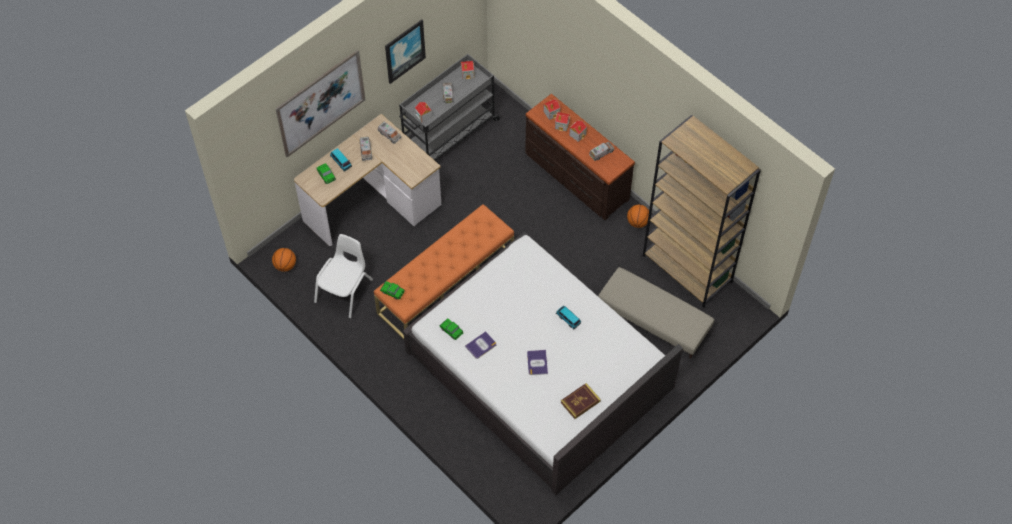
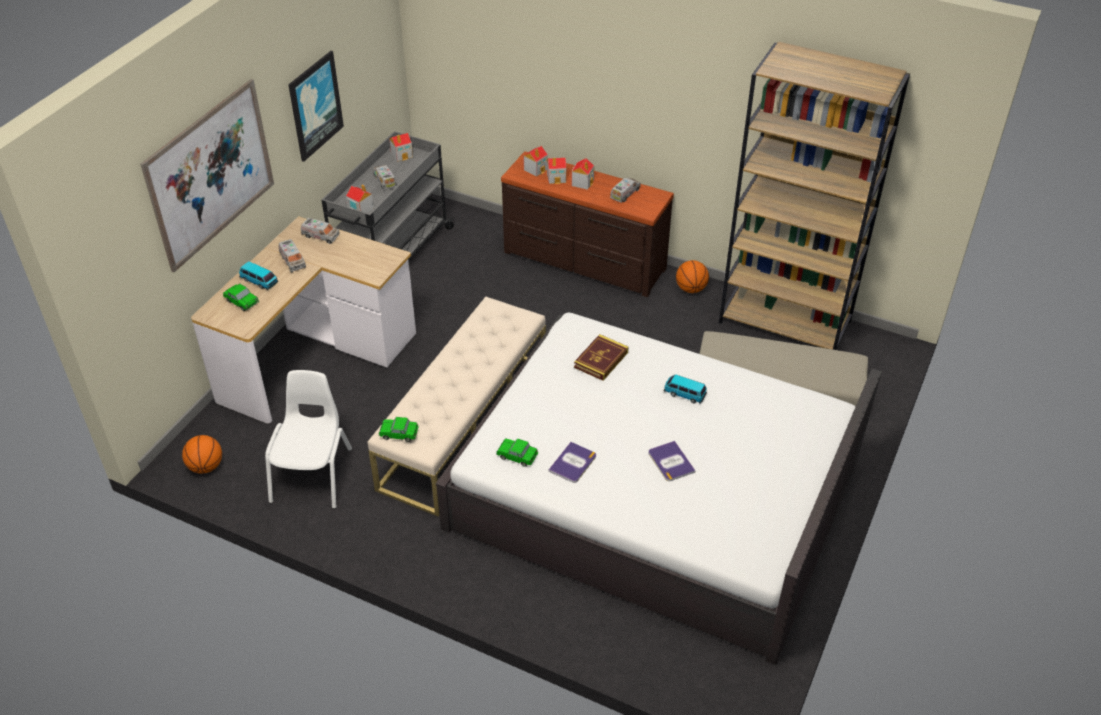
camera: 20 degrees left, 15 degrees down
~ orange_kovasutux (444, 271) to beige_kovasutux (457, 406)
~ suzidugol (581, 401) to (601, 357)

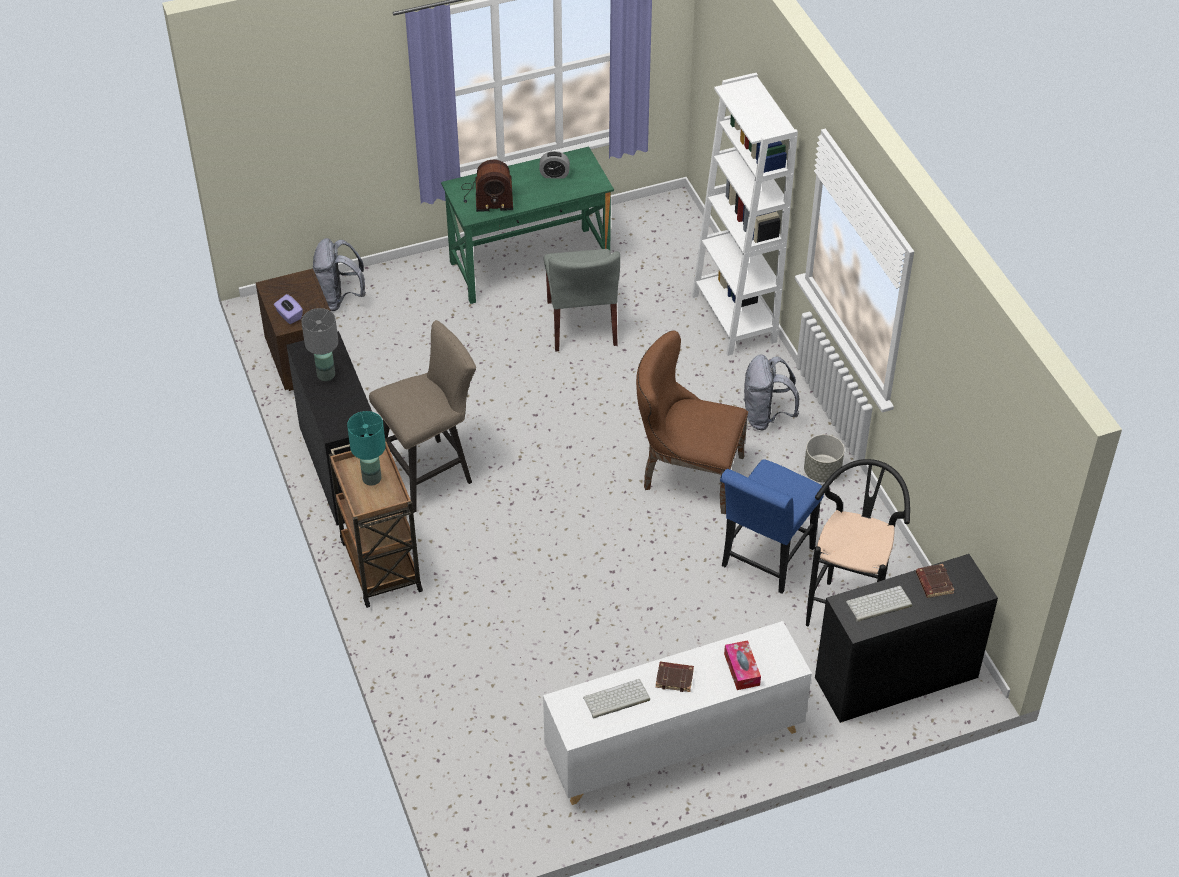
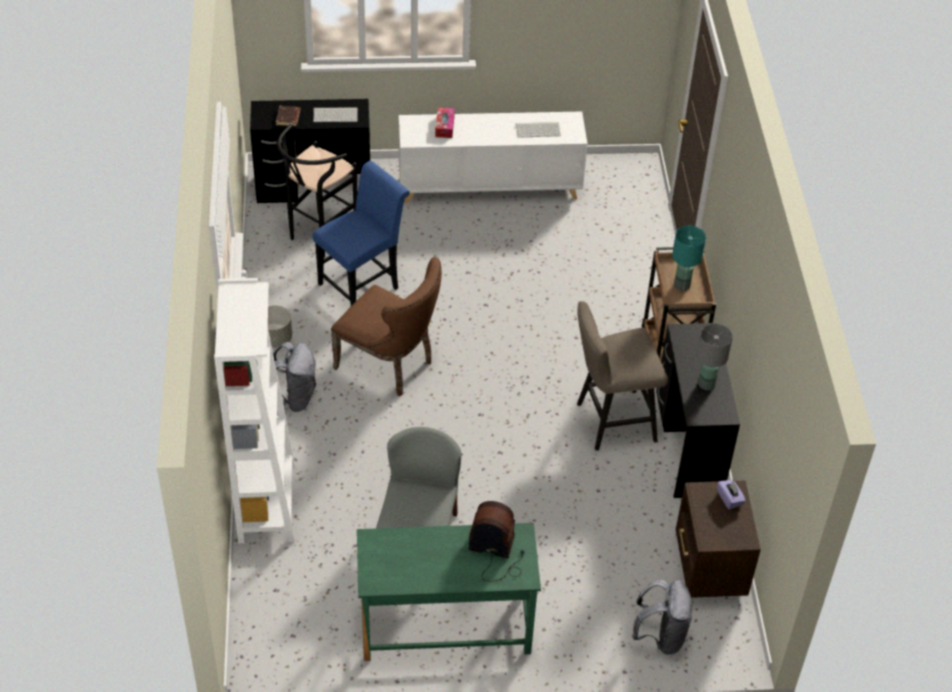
camera: 165 degrees left, 0 degrees up
- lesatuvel (554, 165)
- brown_suzidugol (674, 677)

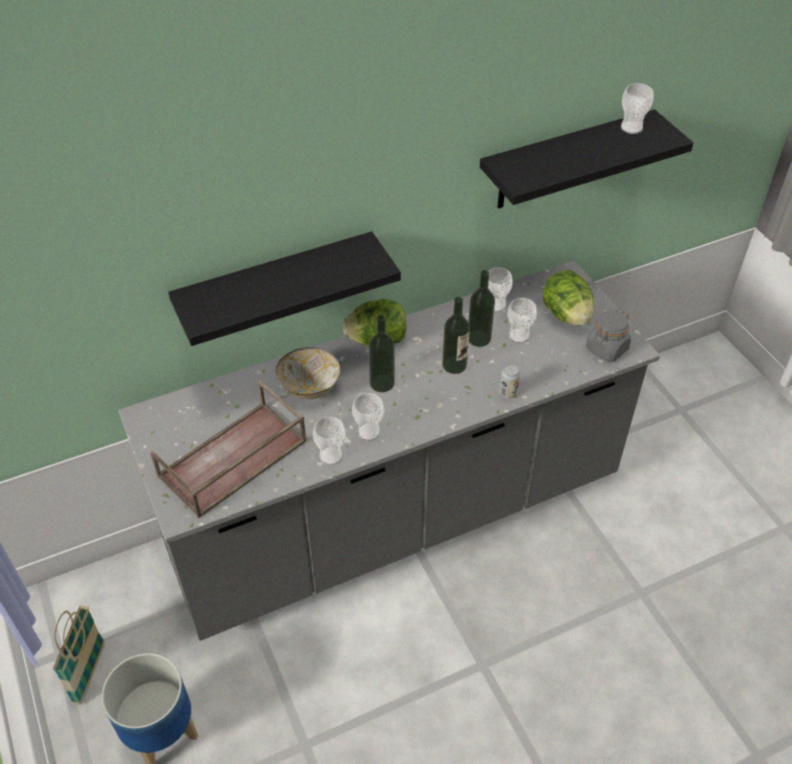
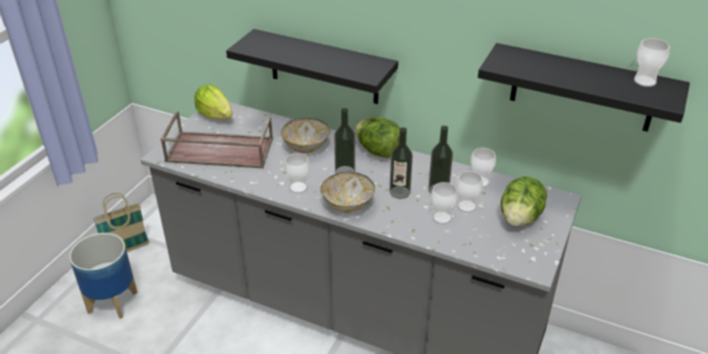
camera: 50 degrees right, 10 degrees down
+ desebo (213, 102)
+ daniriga (347, 192)
~ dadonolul (329, 441) to (444, 203)
- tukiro (509, 381)
- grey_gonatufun (608, 336)

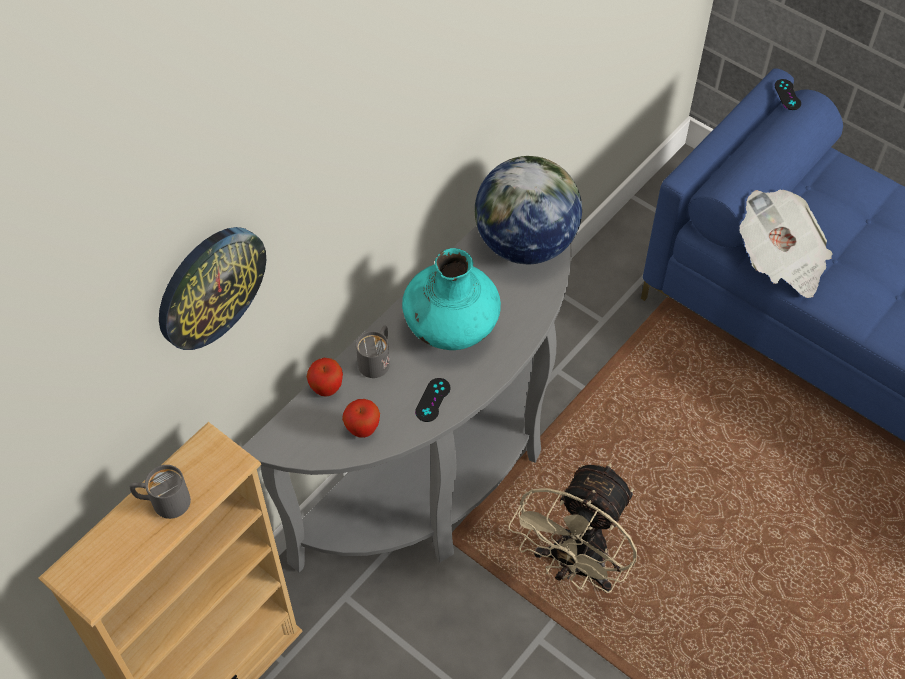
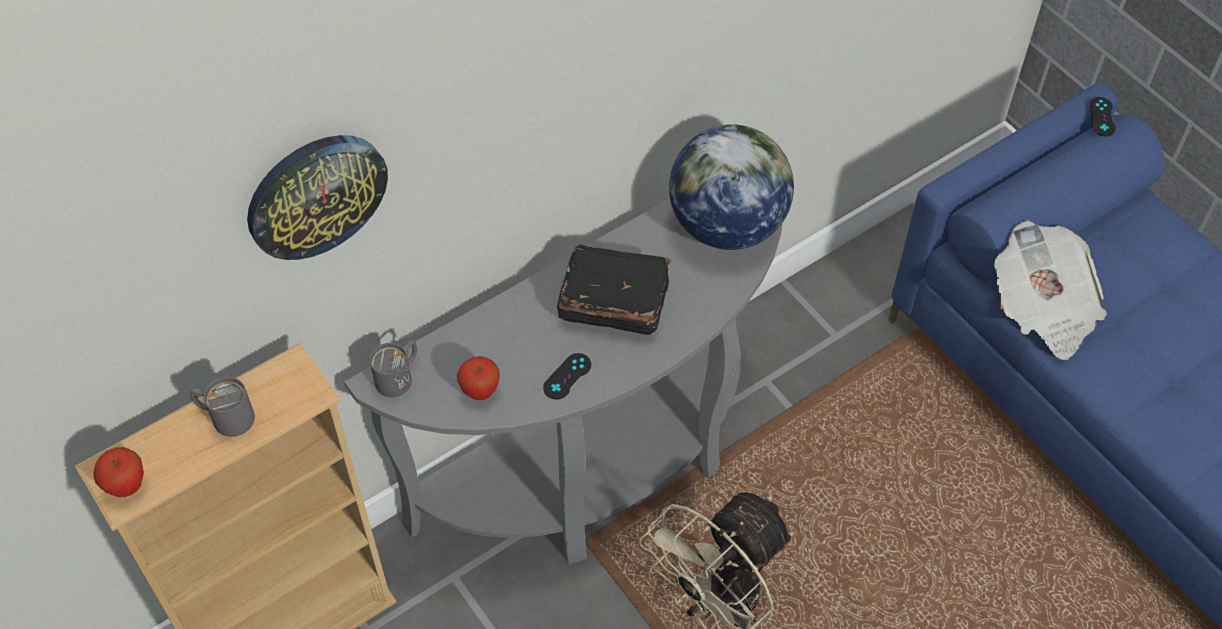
camera: 15 degrees right, 0 degrees up
~ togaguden (325, 377) to (118, 472)
~ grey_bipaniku (373, 351) to (393, 368)
~ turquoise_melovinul (451, 299) to black_suzidugol (614, 289)

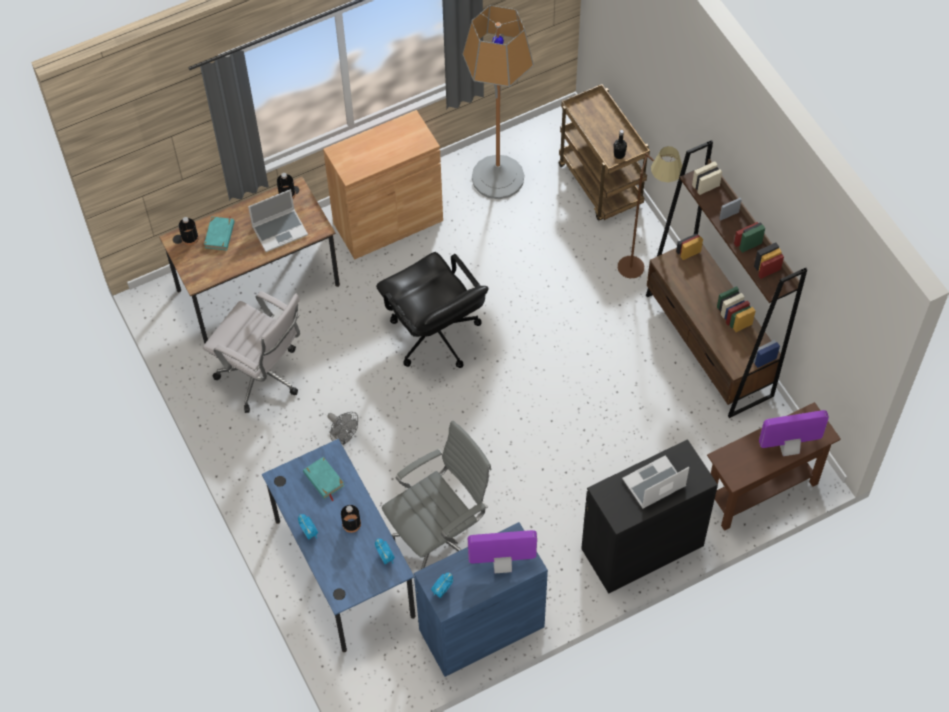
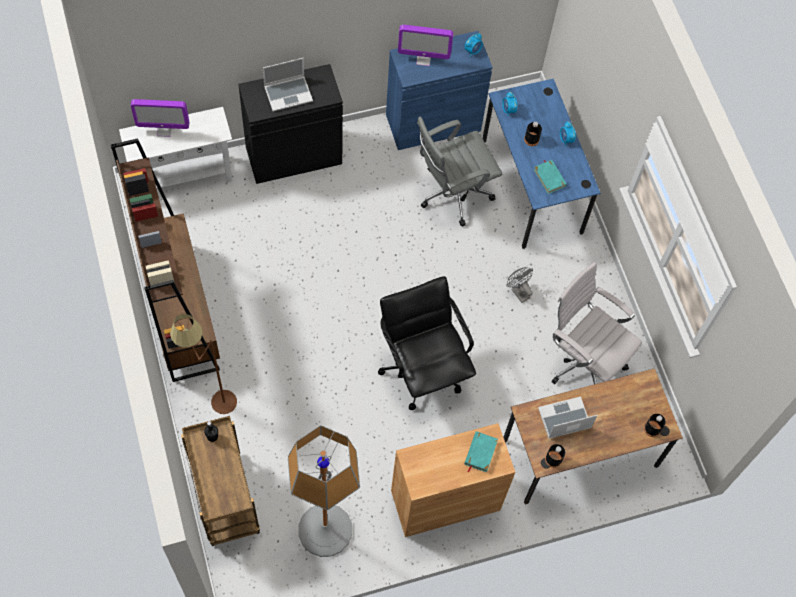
camera: 175 degrees left, 5 degrees up
~ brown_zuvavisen (774, 466) to white_zuvavisen (176, 148)
~ turquoise_suzidugol (219, 233) to (481, 452)

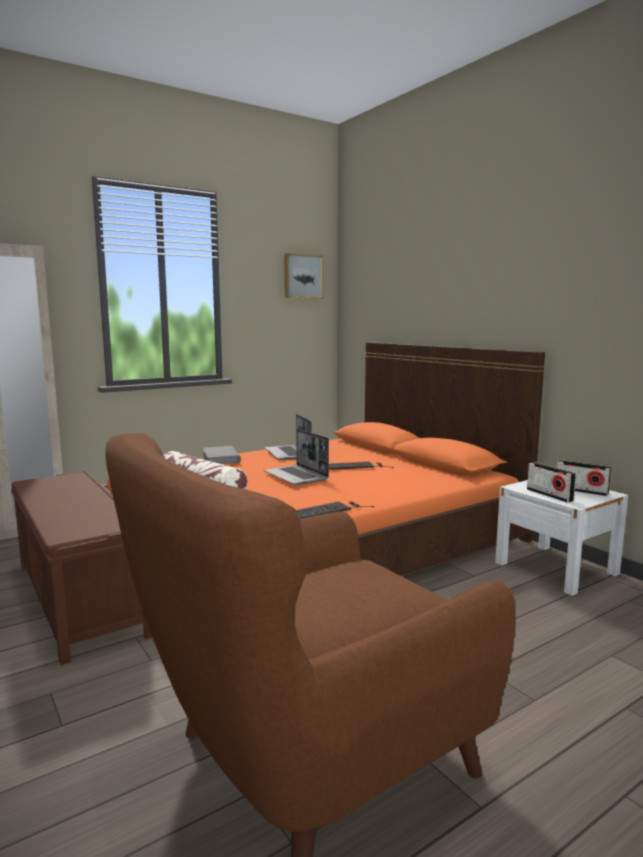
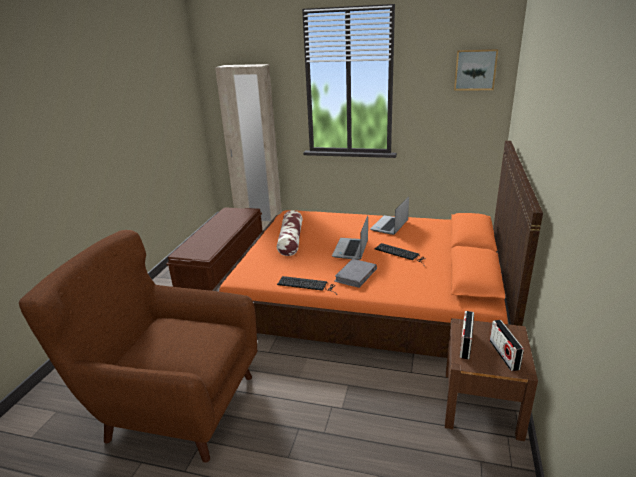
camera: 50 degrees right, 15 degrees up
~ grey_suzidugol (221, 455) to (355, 273)
~ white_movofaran (561, 538) to brown_movofaran (491, 379)

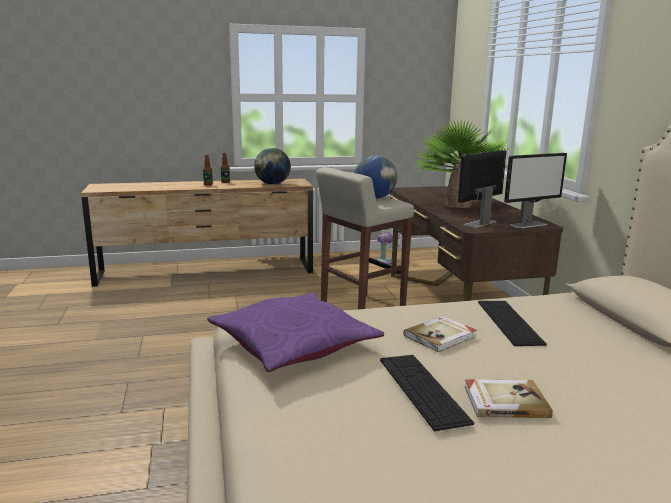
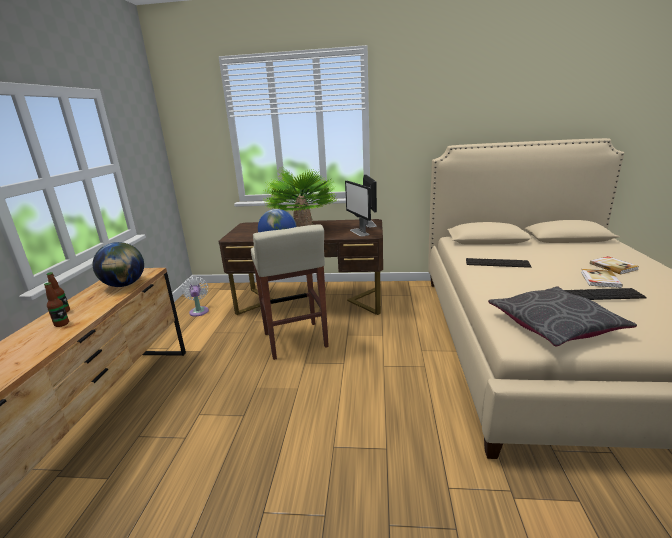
camera: 70 degrees left, 5 degrees up
~ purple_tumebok (295, 332) to grey_tumebok (562, 316)
~ suzidugol (440, 334) to (614, 265)

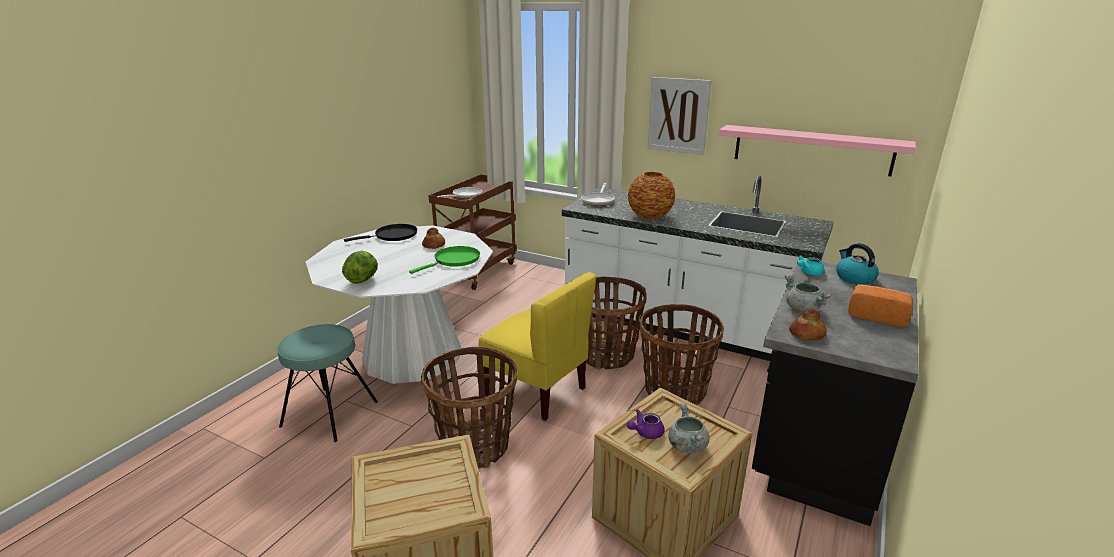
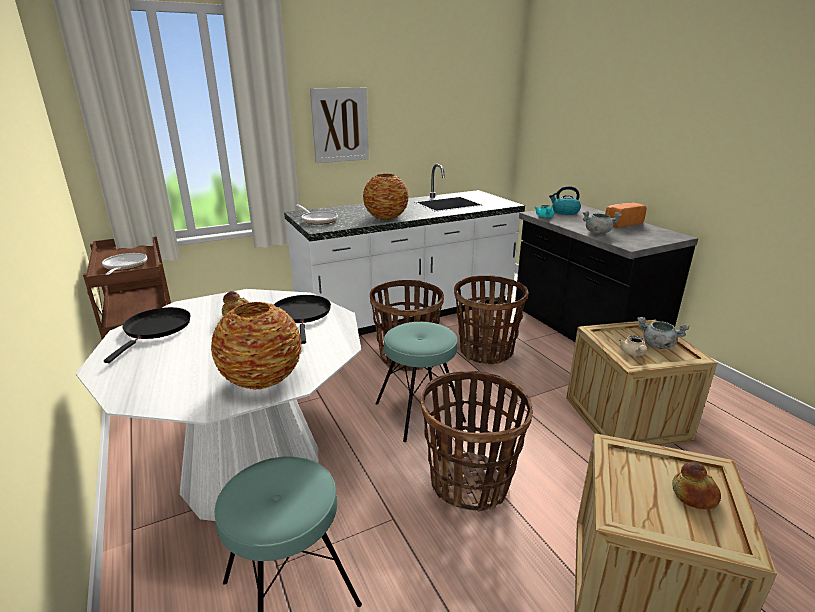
camera: 55 degrees left, 0 degrees up
~ desebo (360, 267) to melovinul (256, 346)
~ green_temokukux (444, 260) to black_temokukux (302, 319)
~ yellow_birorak (537, 346) to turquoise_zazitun (420, 382)
~ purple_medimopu (645, 424) to beige_medimopu (633, 345)
~ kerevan (808, 325) to (696, 485)
- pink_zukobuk (817, 150)

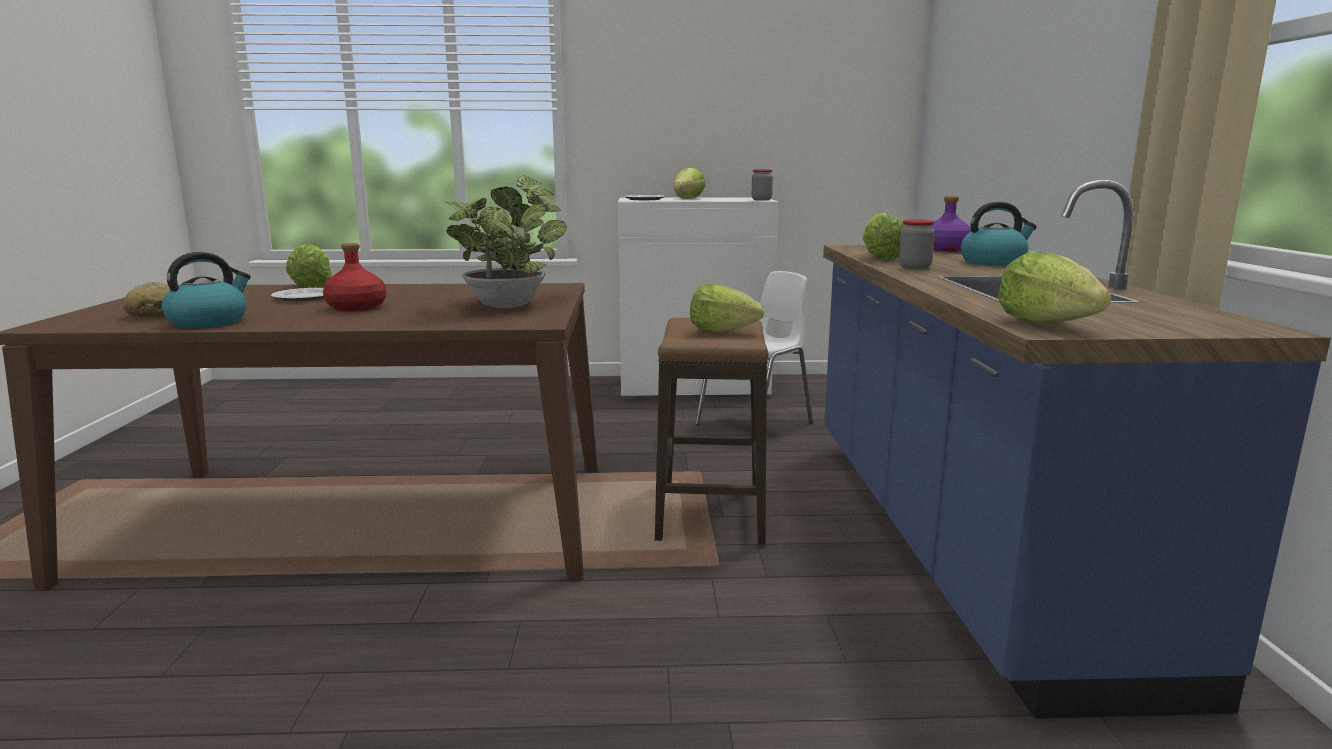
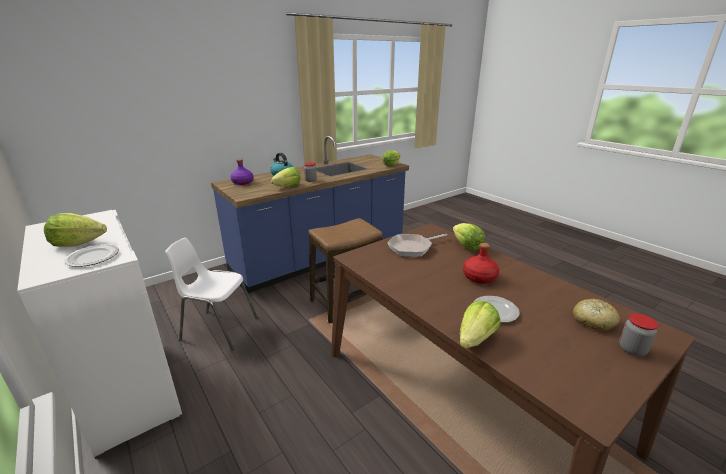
camera: 125 degrees left, 10 degrees up
~ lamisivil (506, 241) to temokukux (417, 245)
~ desebo (727, 308) to (469, 237)
~ gonatufun (762, 185) to (639, 334)
- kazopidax (206, 290)

